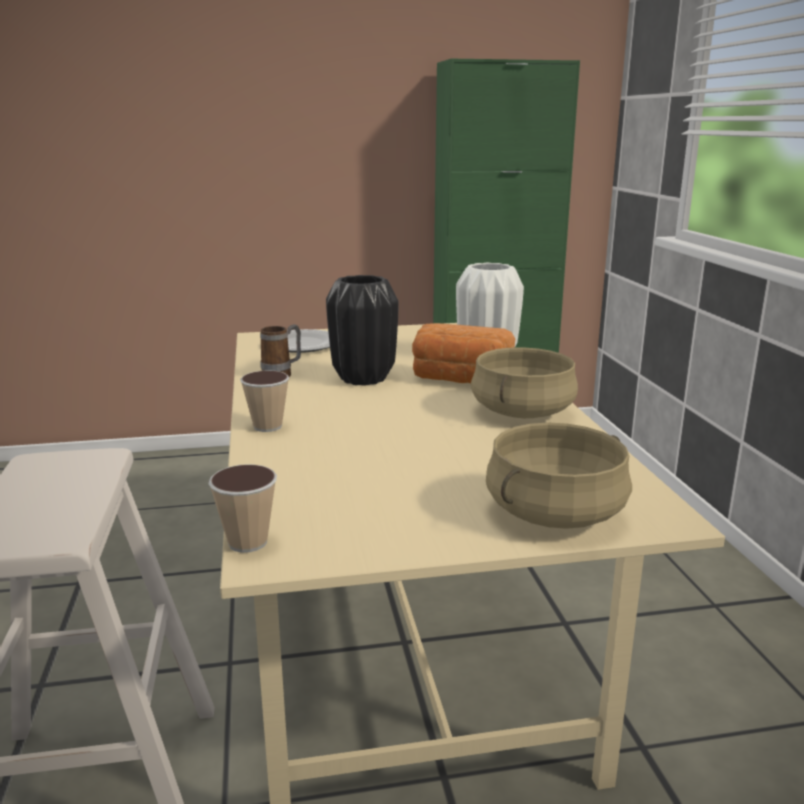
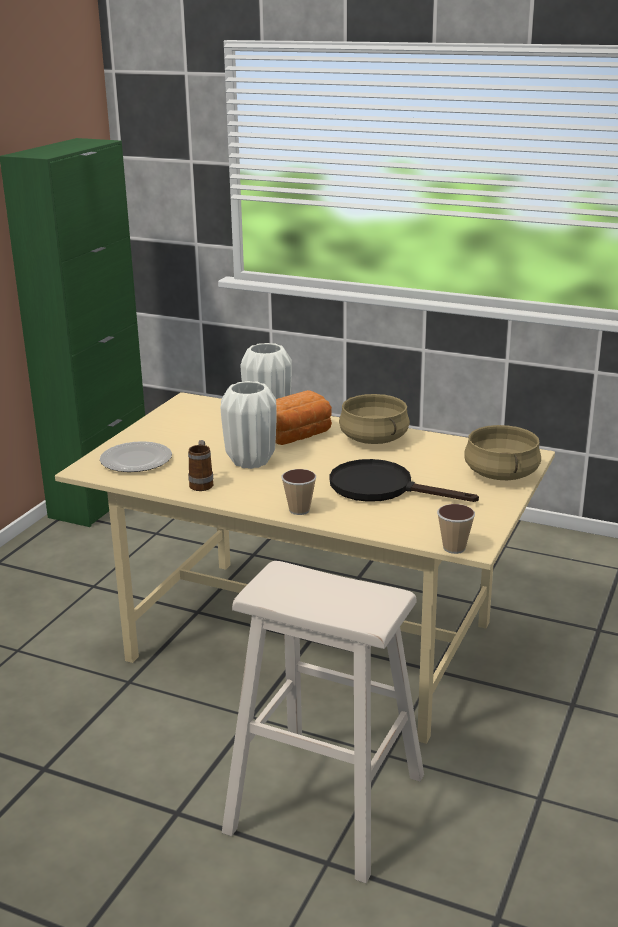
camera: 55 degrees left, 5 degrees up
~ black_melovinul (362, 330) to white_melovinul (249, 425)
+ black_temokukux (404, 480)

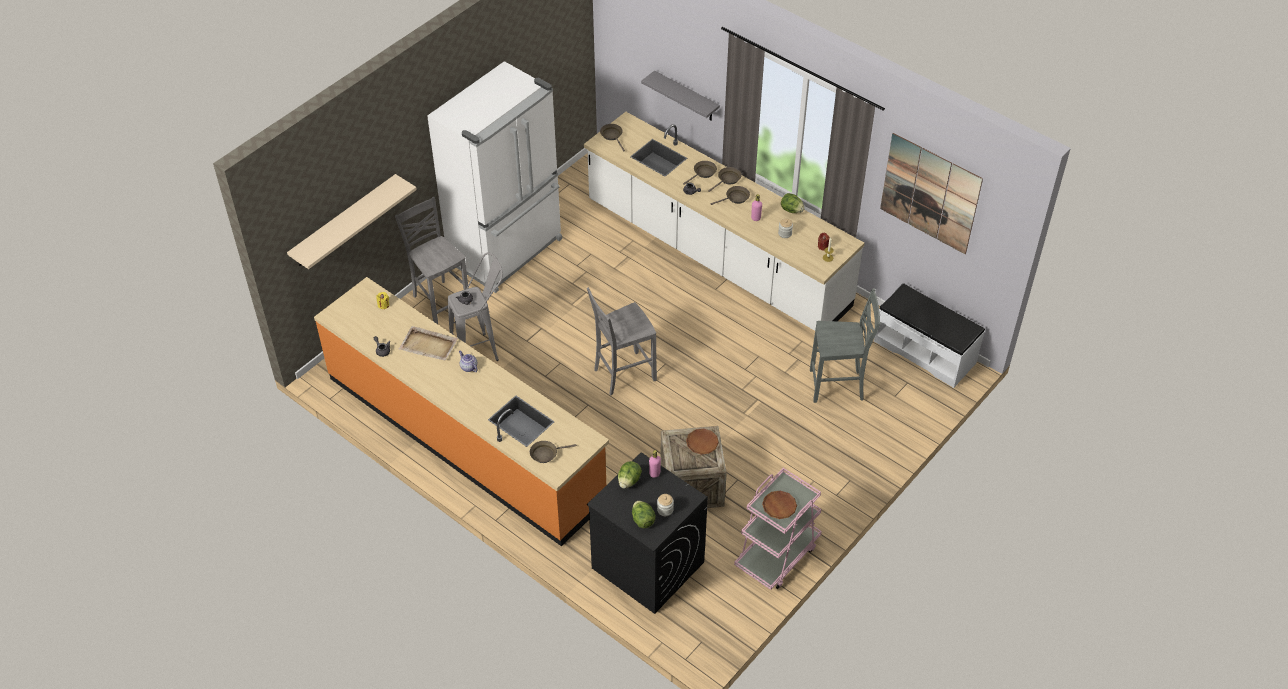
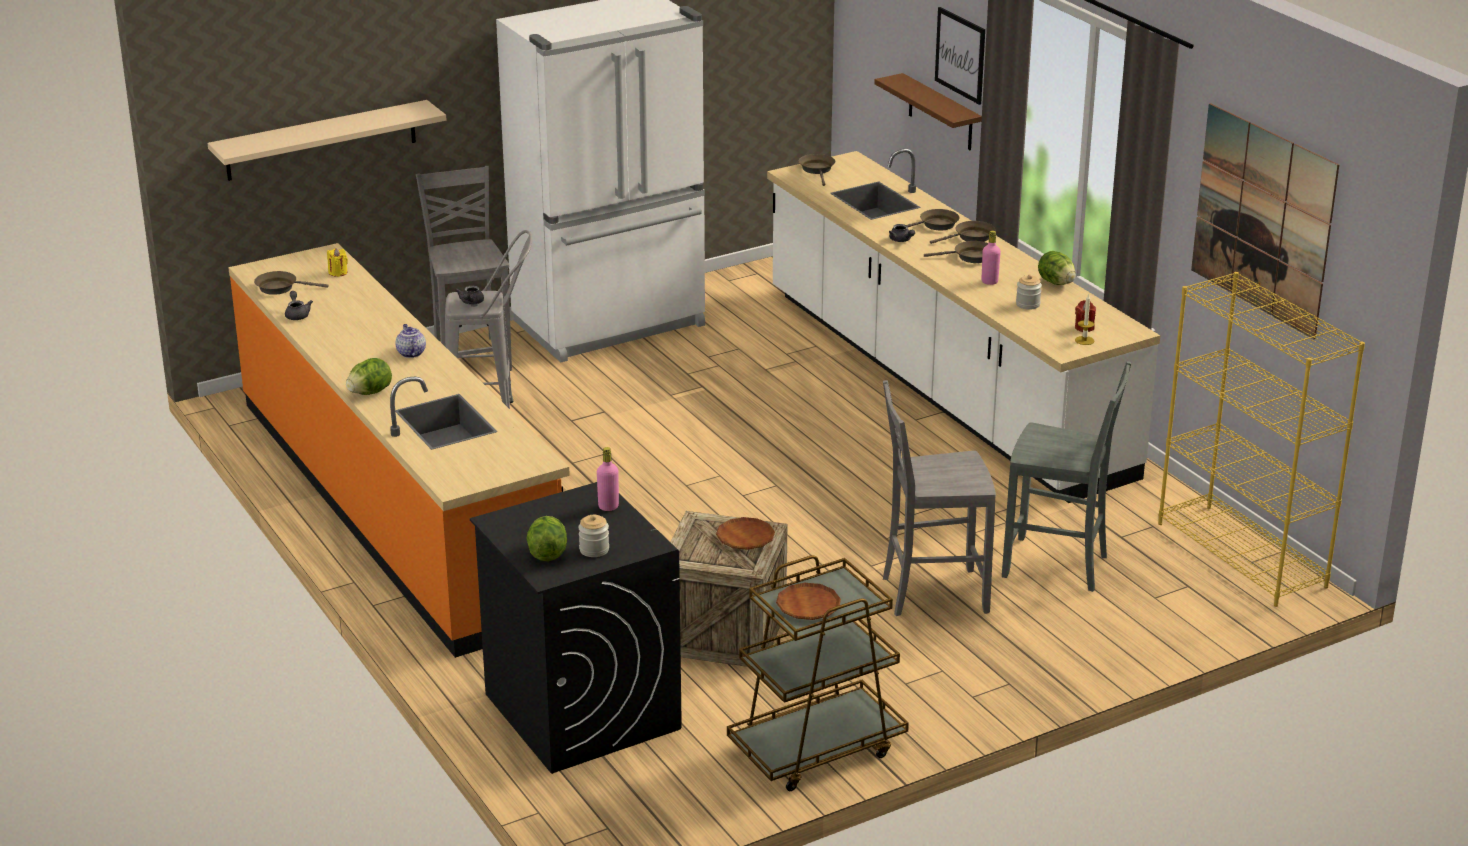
camera: 20 degrees right, 20 degrees down
~ brown_temokukux (553, 452) to (291, 283)
~ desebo (630, 474) to (369, 376)
~ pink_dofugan (778, 529) to brown_dofugan (818, 673)
~ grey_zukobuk (680, 95) to brown_zukobuk (928, 111)
~ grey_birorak (622, 341) to (939, 498)
+ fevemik (960, 56)
~ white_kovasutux (929, 335) to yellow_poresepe (1261, 439)
- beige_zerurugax (428, 343)

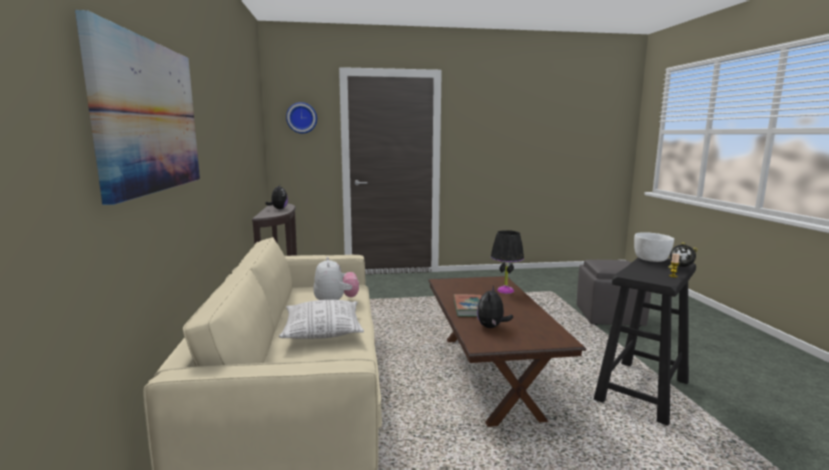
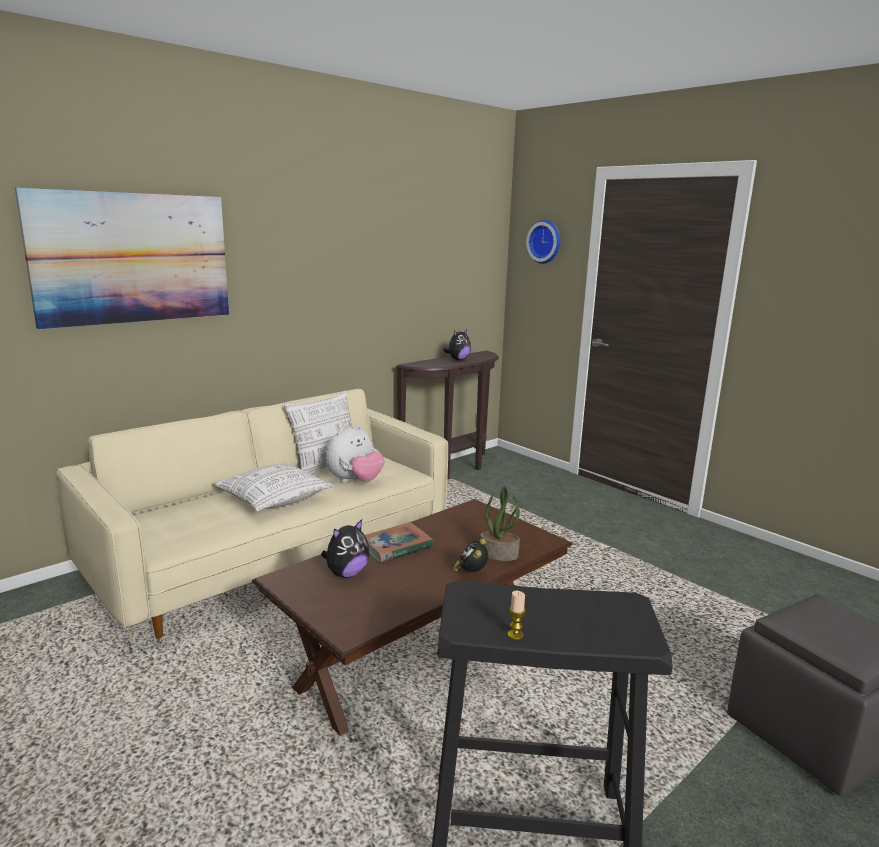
camera: 55 degrees right, 5 degrees up
+ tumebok (318, 432)
~ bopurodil (495, 307) = (345, 548) 150 degrees clockwise
~ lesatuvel (683, 256) to (470, 555)
~ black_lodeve (507, 262) to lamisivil (500, 523)
- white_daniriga (654, 247)

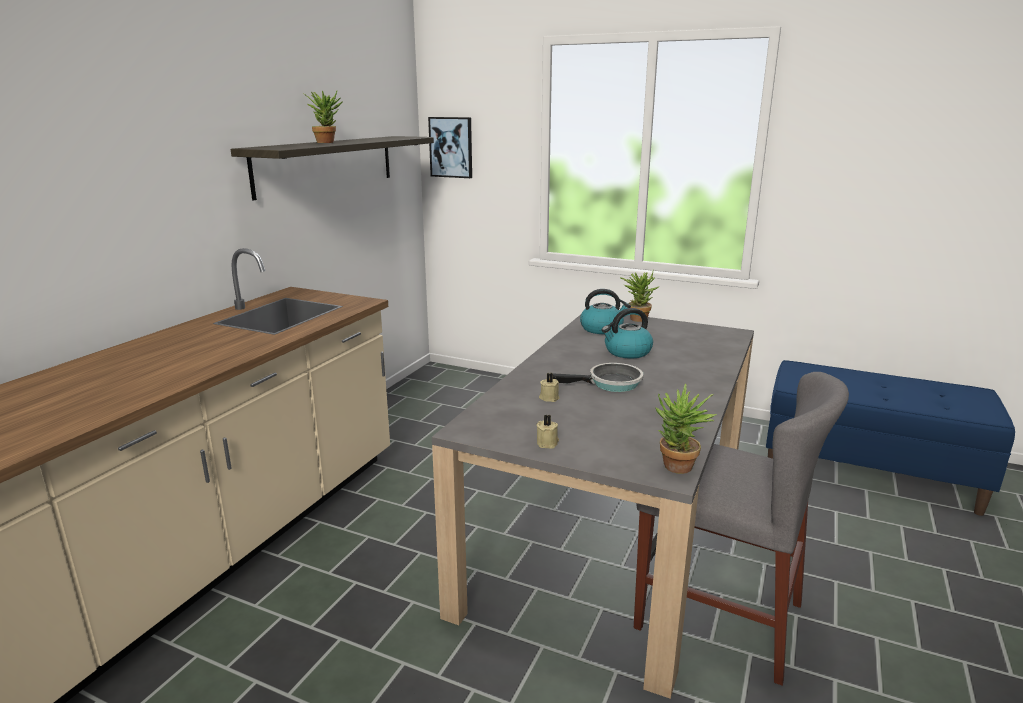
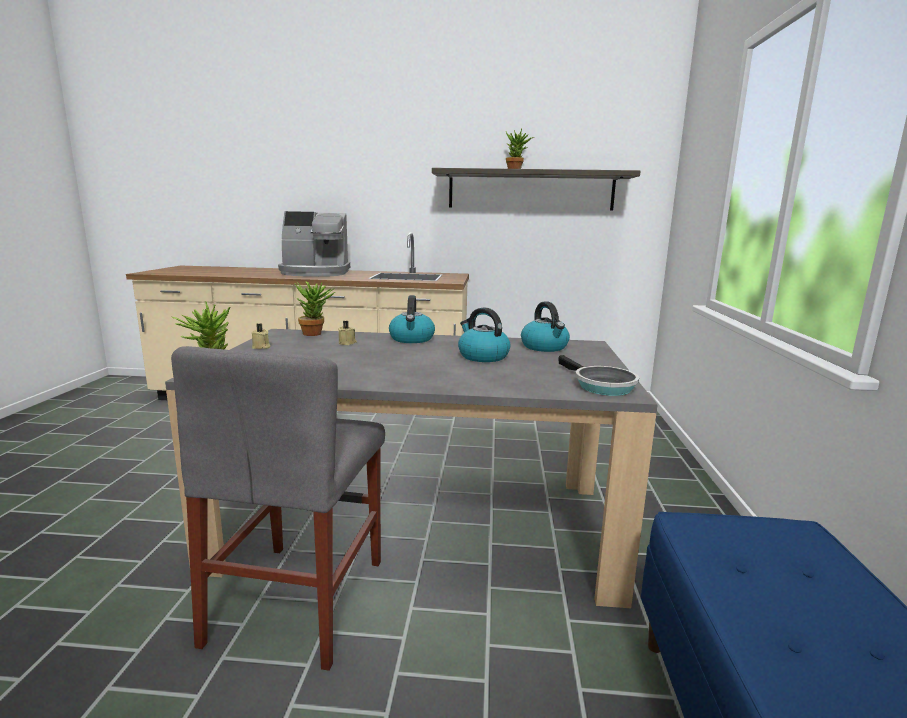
camera: 70 degrees right, 5 degrees down
+ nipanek (314, 244)
~ lamisivil (639, 295) to (314, 308)
+ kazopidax (412, 319)
~ temokukux (598, 377) to (598, 375)
- fevemik (450, 147)

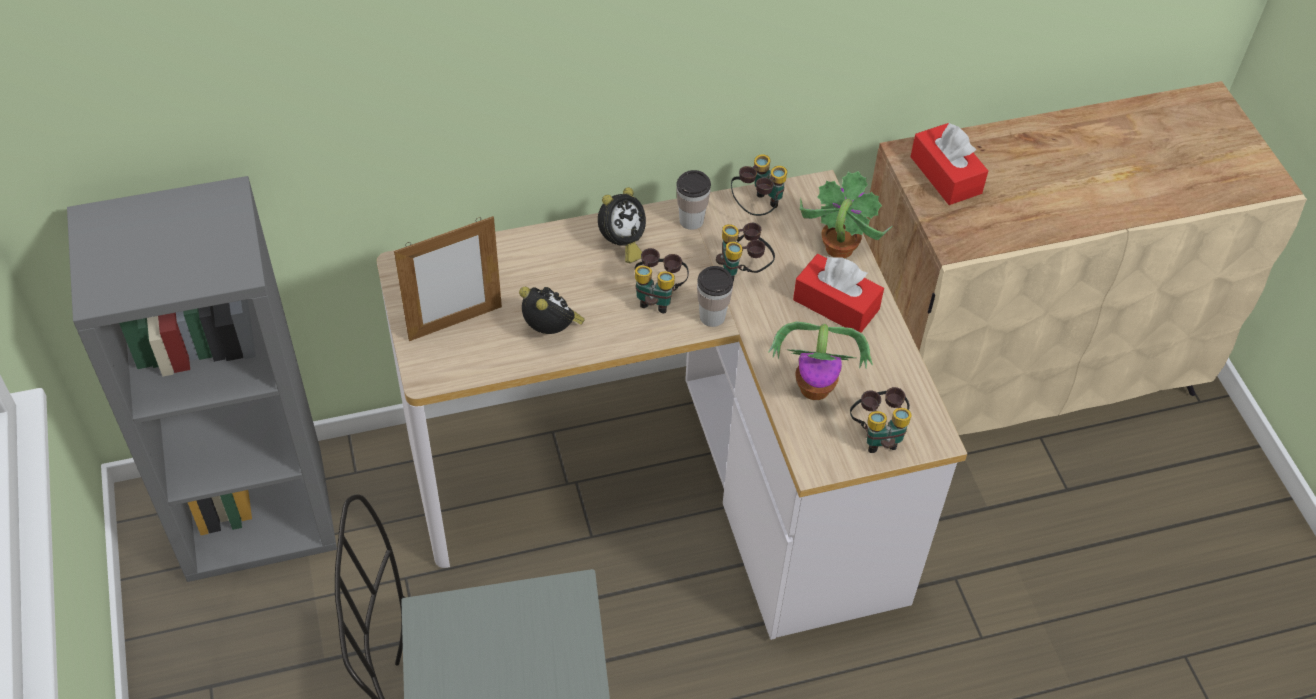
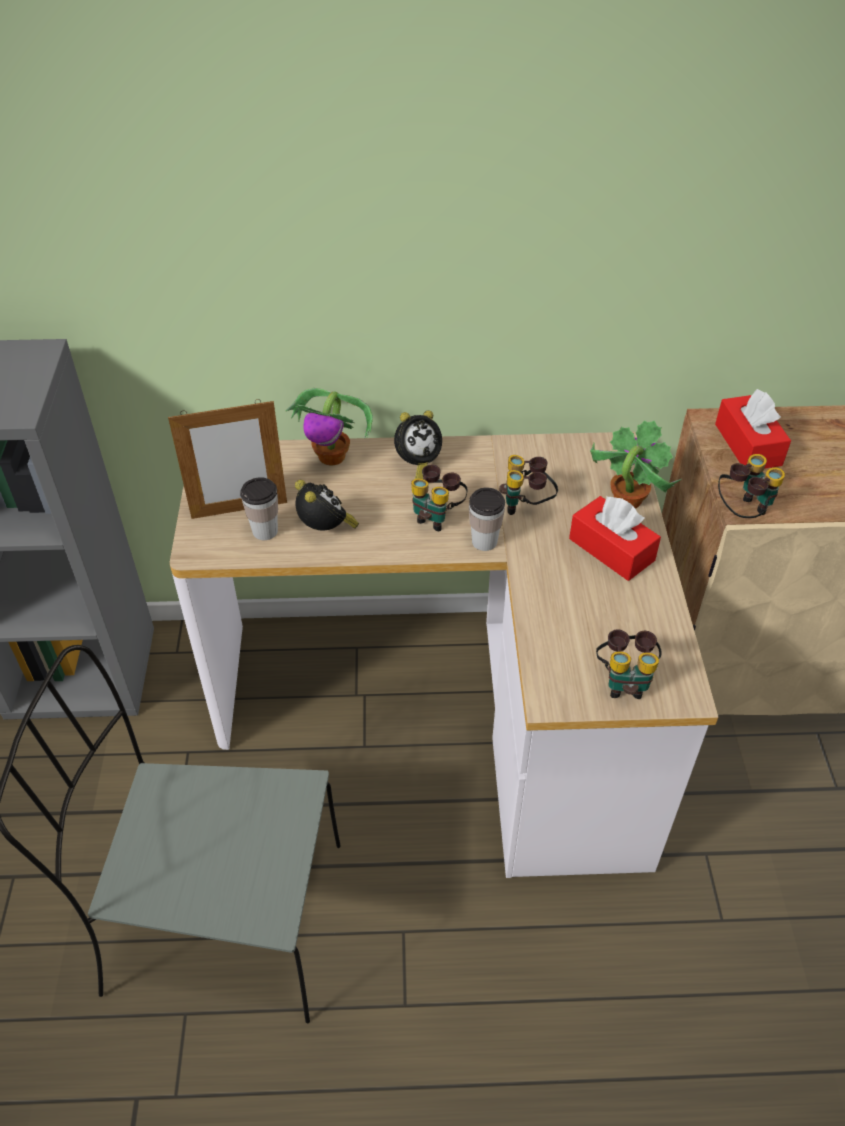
camera: 15 degrees right, 5 degrees down
~ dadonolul (693, 200) to (259, 508)
~ lamisivil (820, 361) to (329, 426)
~ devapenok (759, 185) to (751, 486)

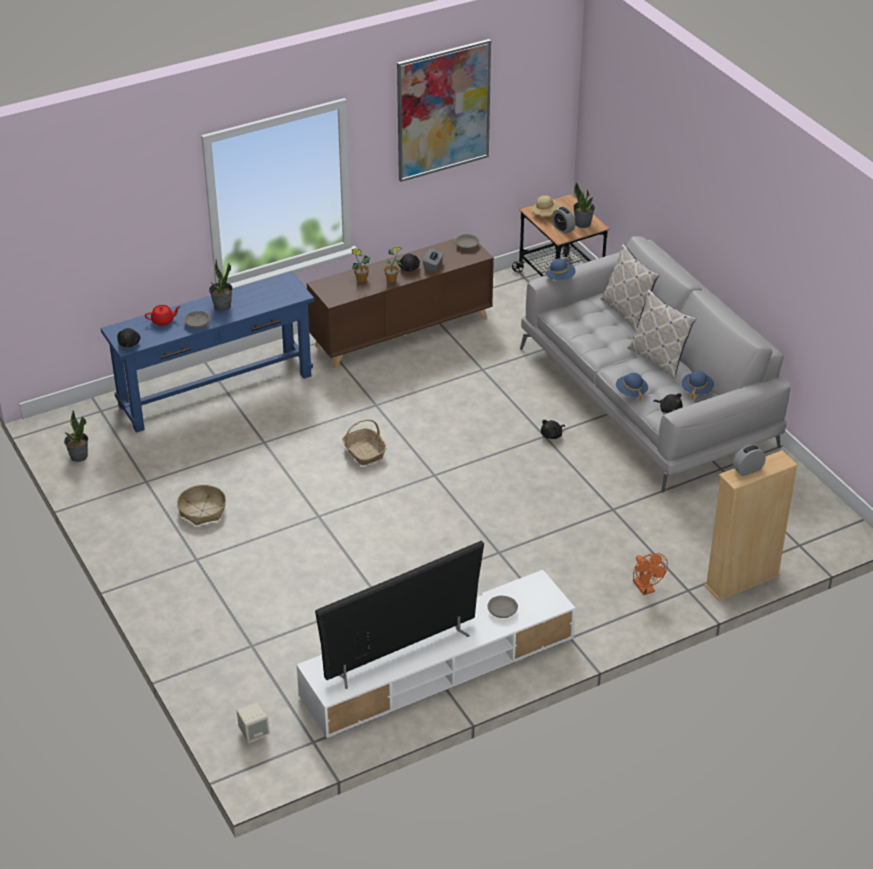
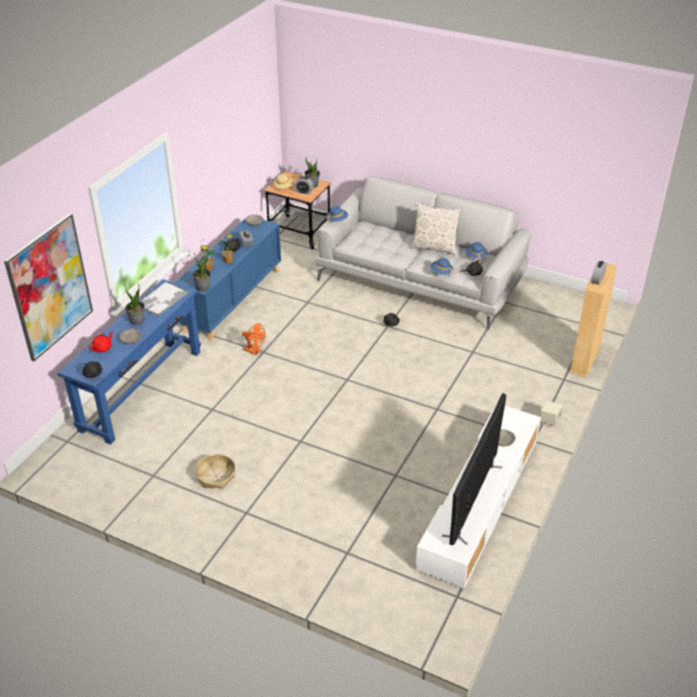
camera: 35 degrees left, 0 degrees up
~ fevemik (444, 110) to (48, 287)
+ zerurugax (164, 299)
~ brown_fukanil (400, 303) to blue_fukanil (228, 279)
~ lamisivil (76, 436) to (201, 271)
~ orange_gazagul (650, 574) to (254, 339)
~ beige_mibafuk (253, 723) to (551, 414)
- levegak (364, 442)
- tumebok (630, 287)

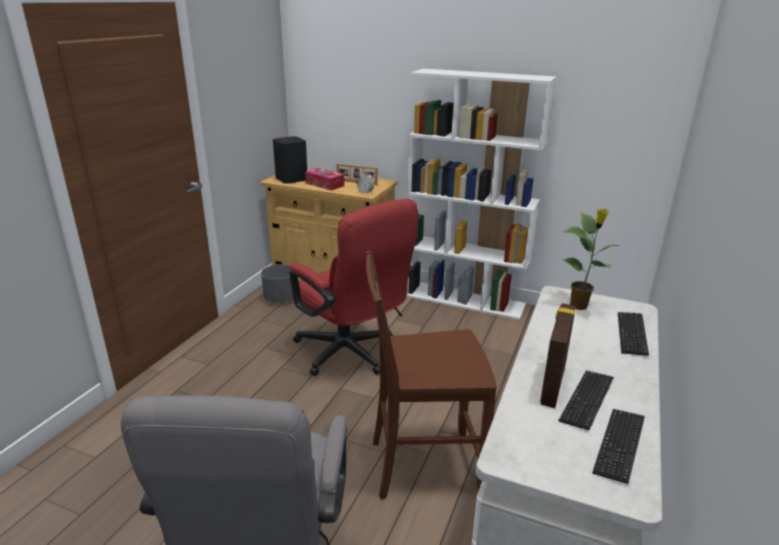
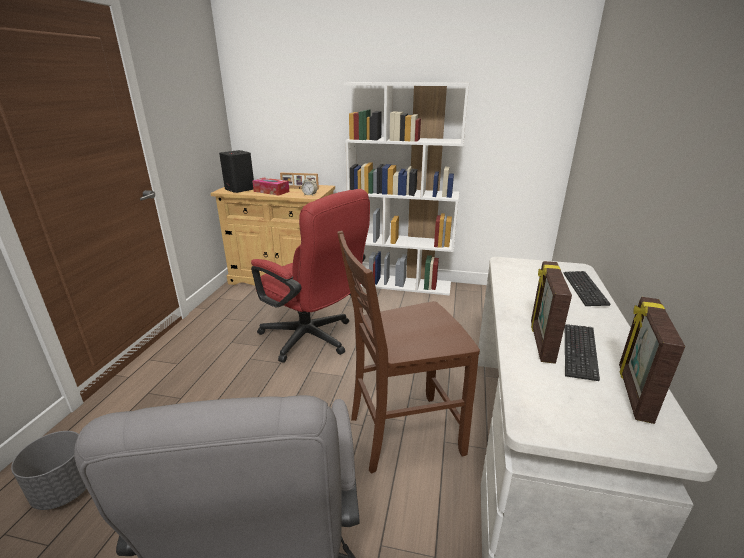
camera: 10 degrees left, 0 degrees up
~ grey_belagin (277, 283) to (49, 470)
~ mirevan (618, 446) to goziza (652, 360)
- lamisivil (590, 259)

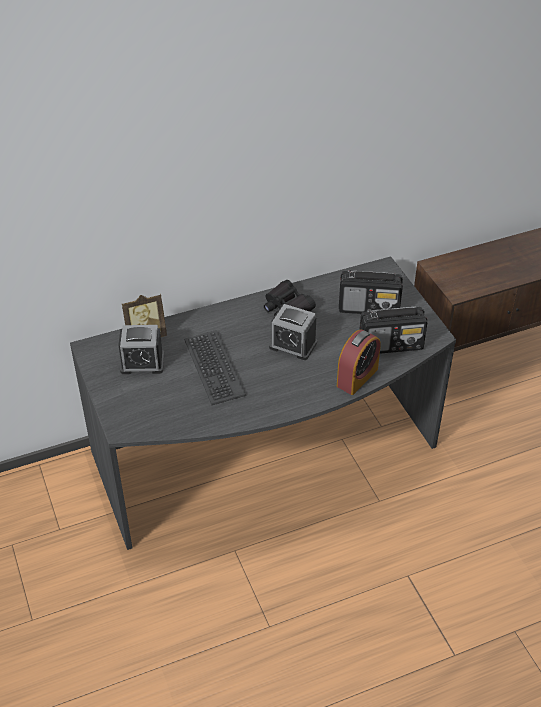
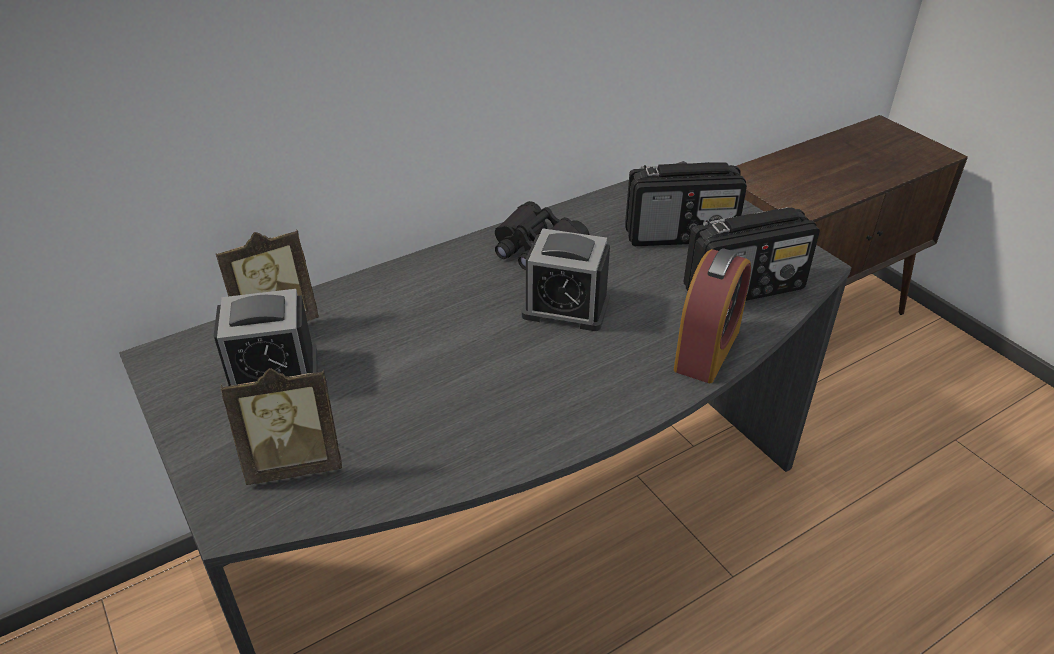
camera: 10 degrees left, 5 degrees down
+ goziza (281, 426)
- mirevan (215, 367)

